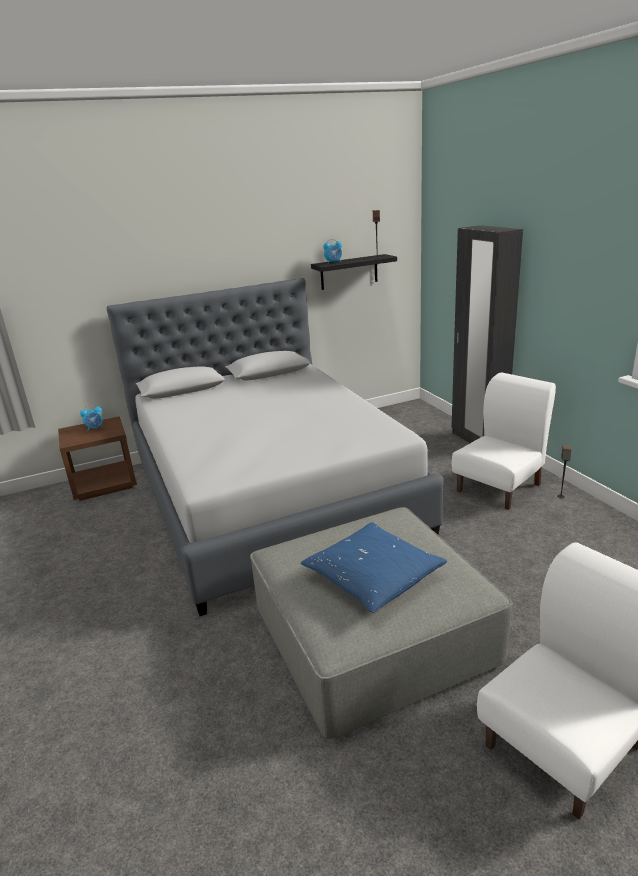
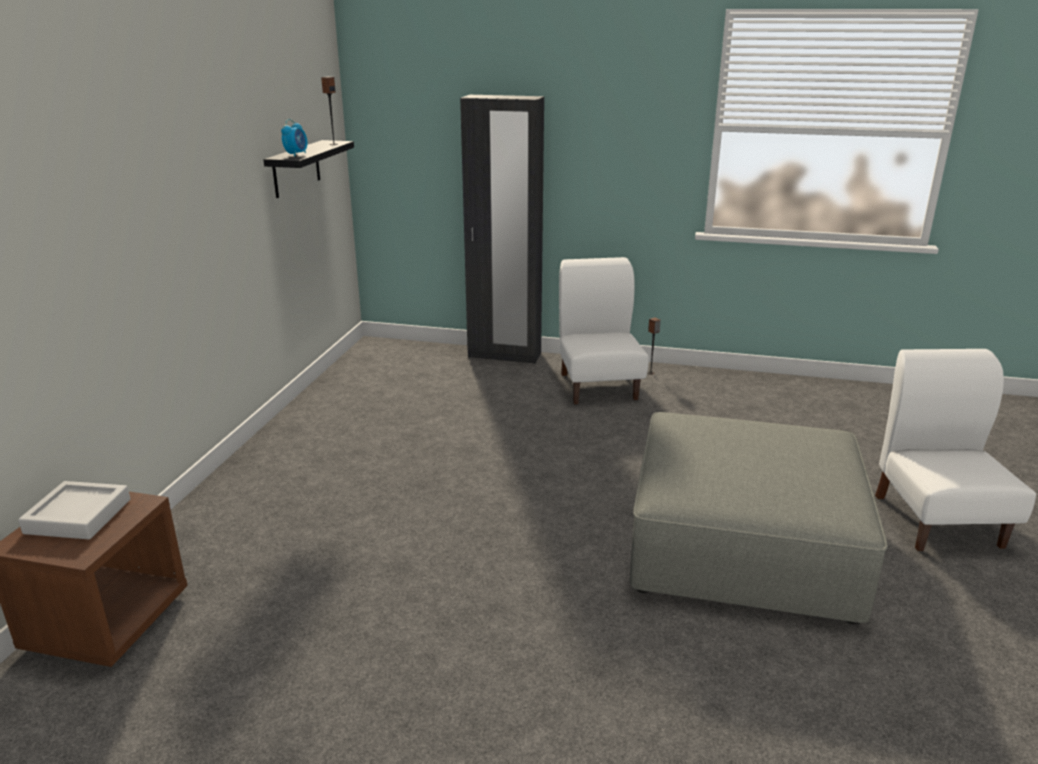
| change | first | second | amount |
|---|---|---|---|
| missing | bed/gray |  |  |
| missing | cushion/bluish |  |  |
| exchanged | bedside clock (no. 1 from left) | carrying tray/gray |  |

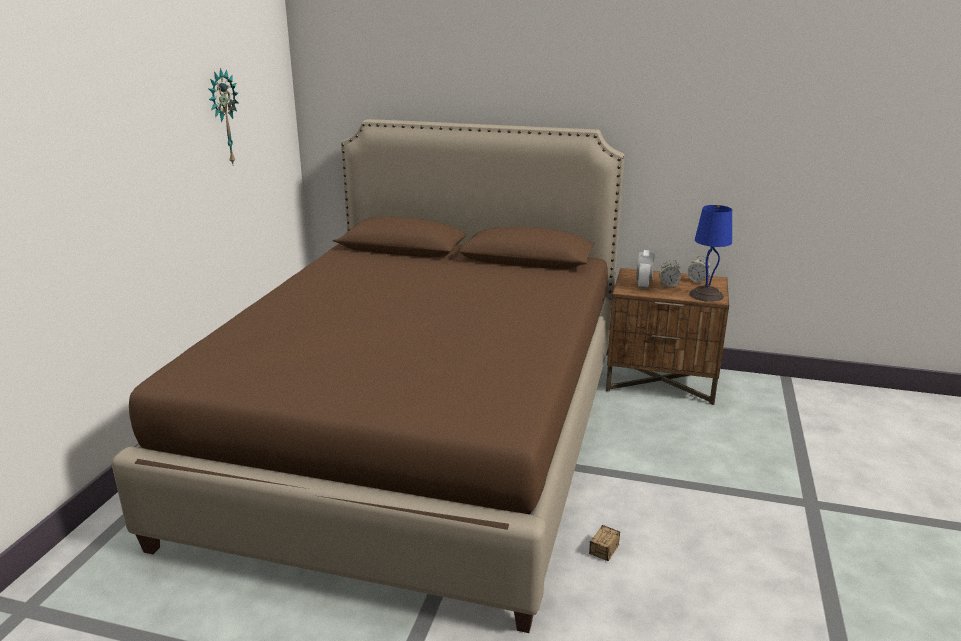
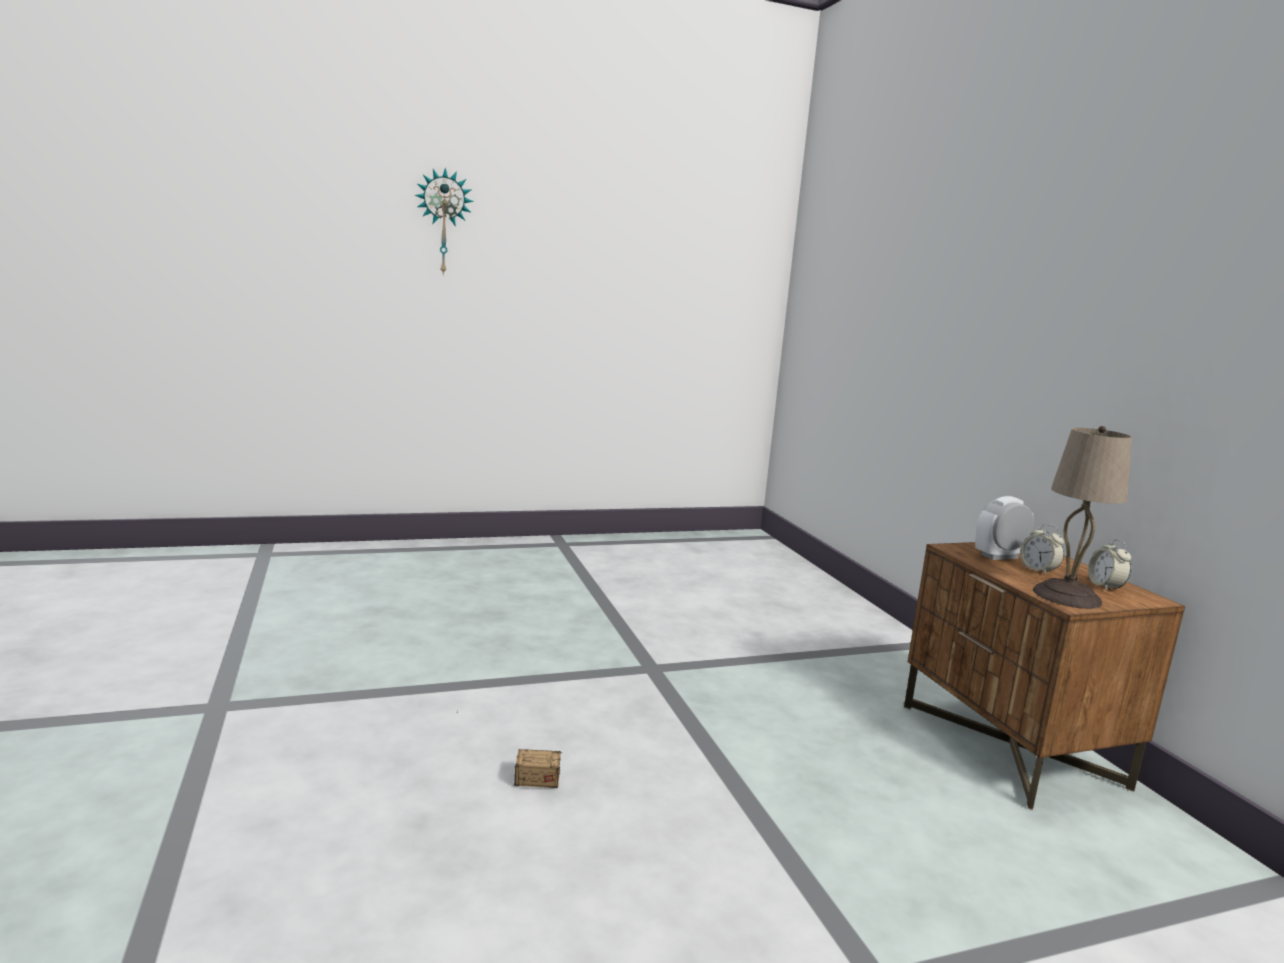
| change | first | second | amount |
|---|---|---|---|
| missing | bed/brown-coloured |  |  |
| relocated | hanging clock |  |  |
| colour | lamp for a table/bluish | lamp for a table/beige-coloured |  |

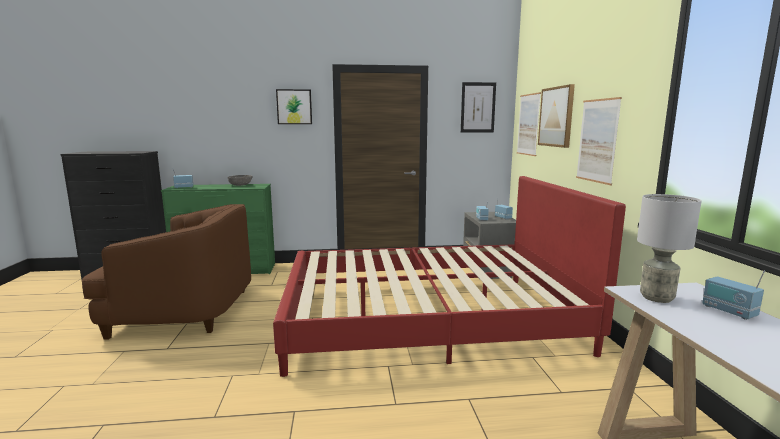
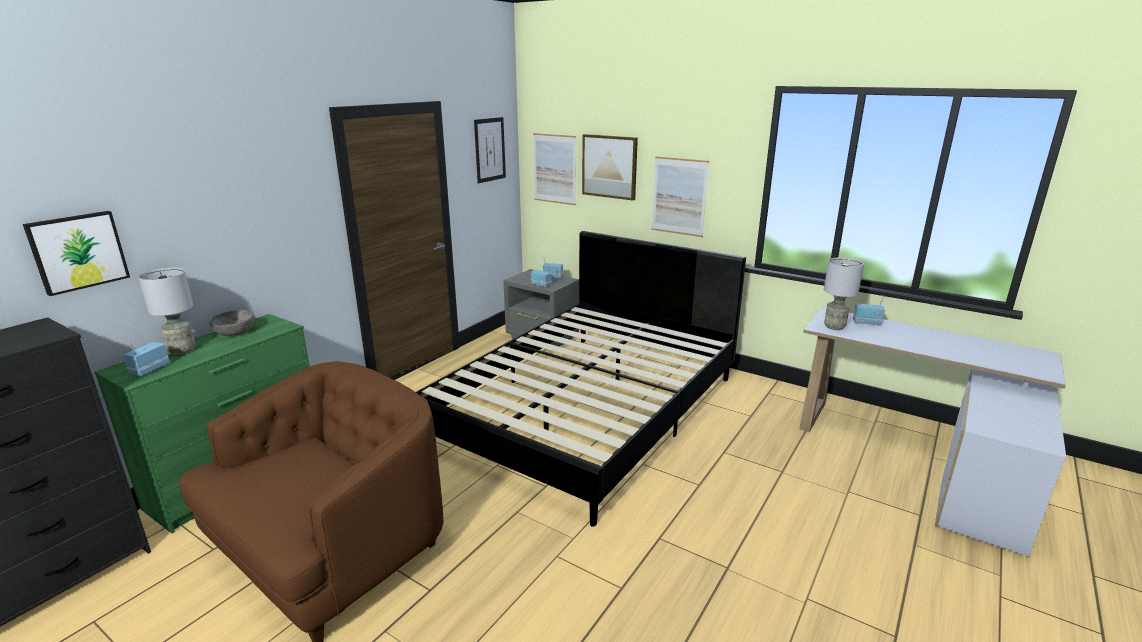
| change | first | second | amount |
|---|---|---|---|
| appeared |  | lamp for a table/gray (no. 1 from left) |  |
| relocated | picture (no. 1 from left) |  |  |
| colour | bed/red-coloured | bed/black-coloured |  |

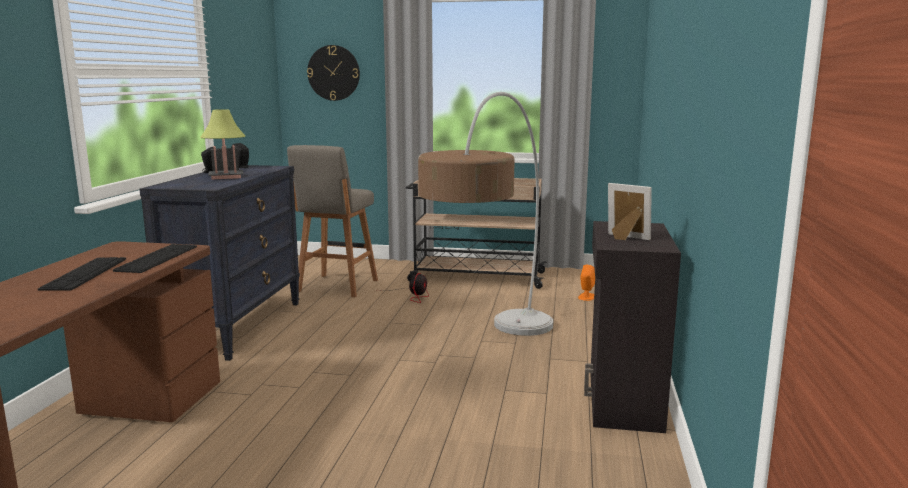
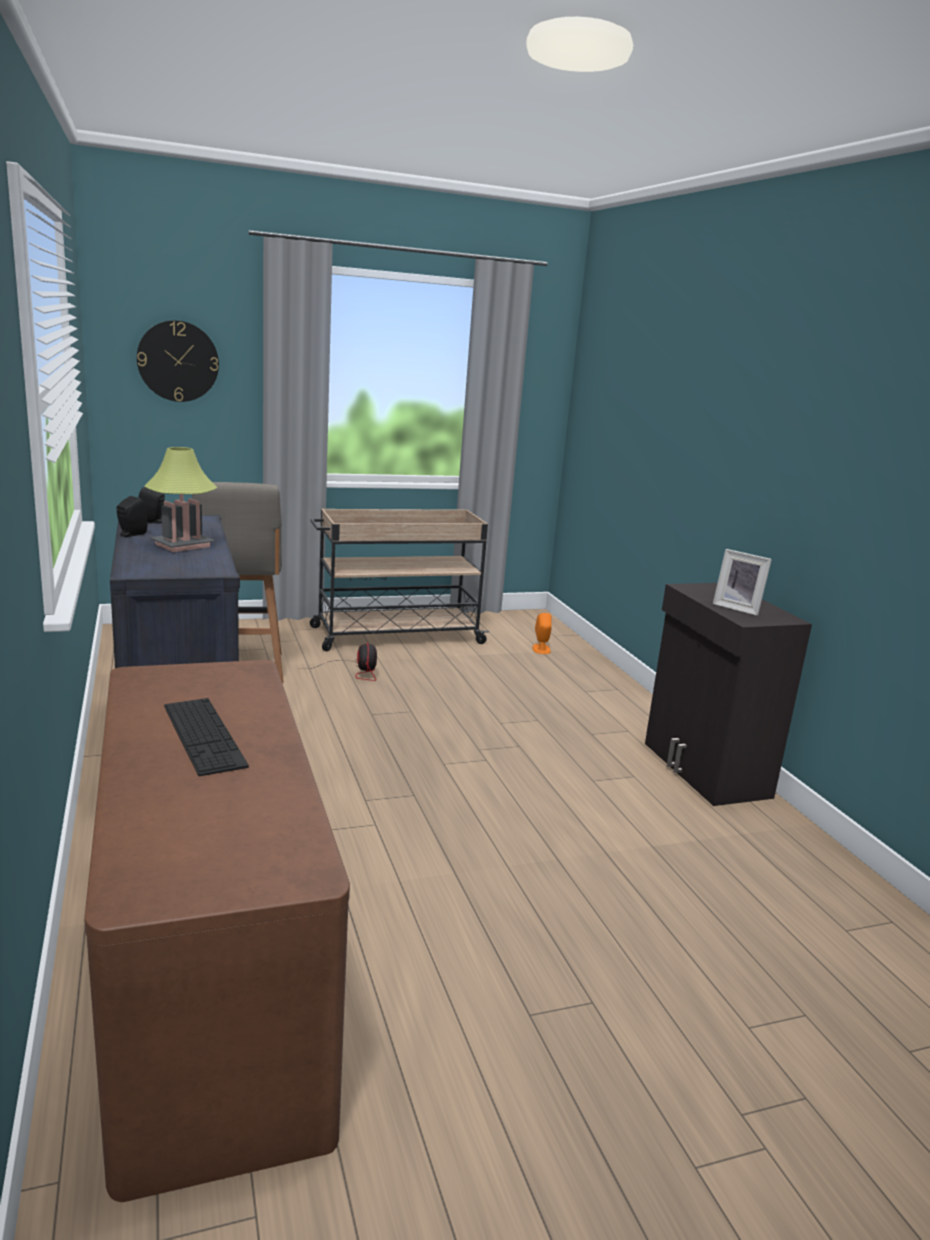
| change | first | second | amount |
|---|---|---|---|
| missing | keyboard (no. 2 from left) |  |  |
| missing | standing lamp |  |  |
| spun | picture frame |  | 150 degrees counterclockwise |

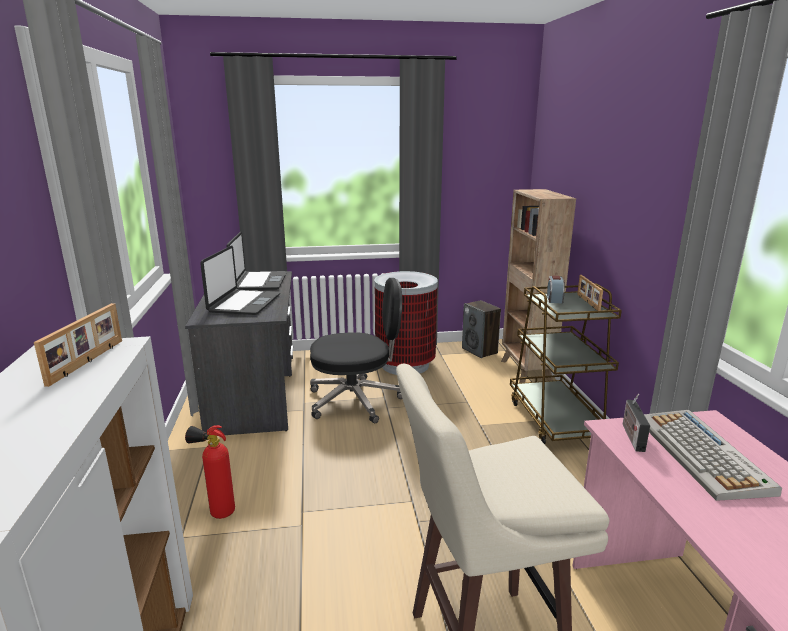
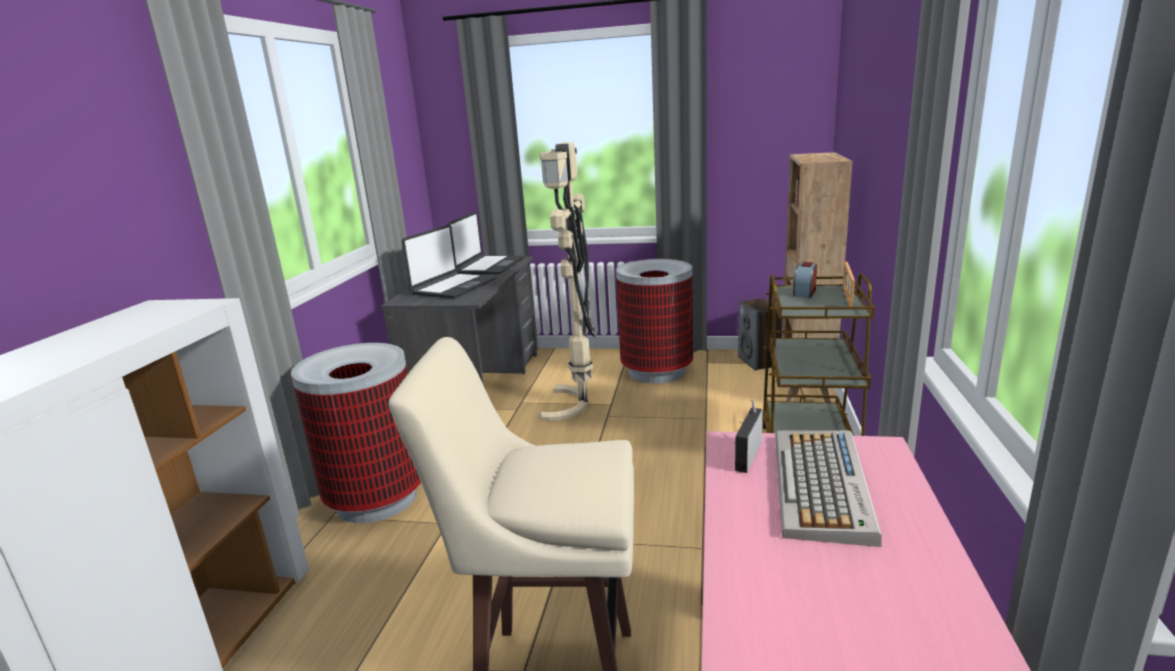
| change | first | second | amount |
|---|---|---|---|
| missing | picture frame (no. 1 from left) |  |  |
| exchanged | extinguisher | trash can (no. 1 from left) |  |
| exchanged | office chair/black-coloured | standing lamp/beige-coloured |  |

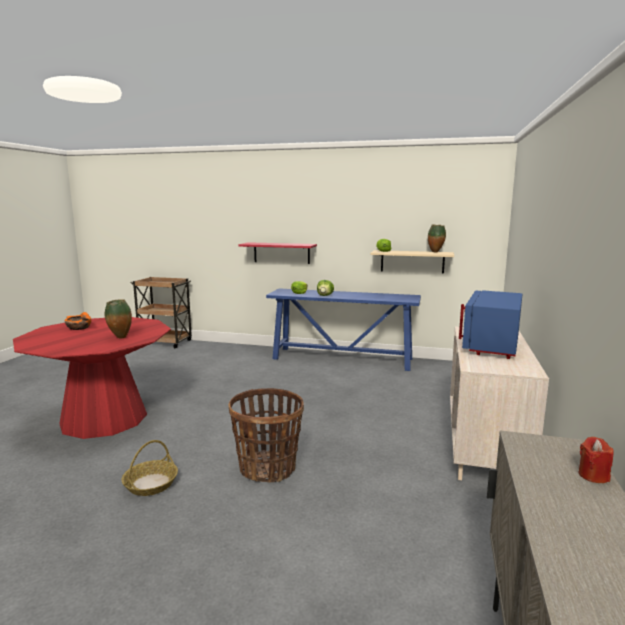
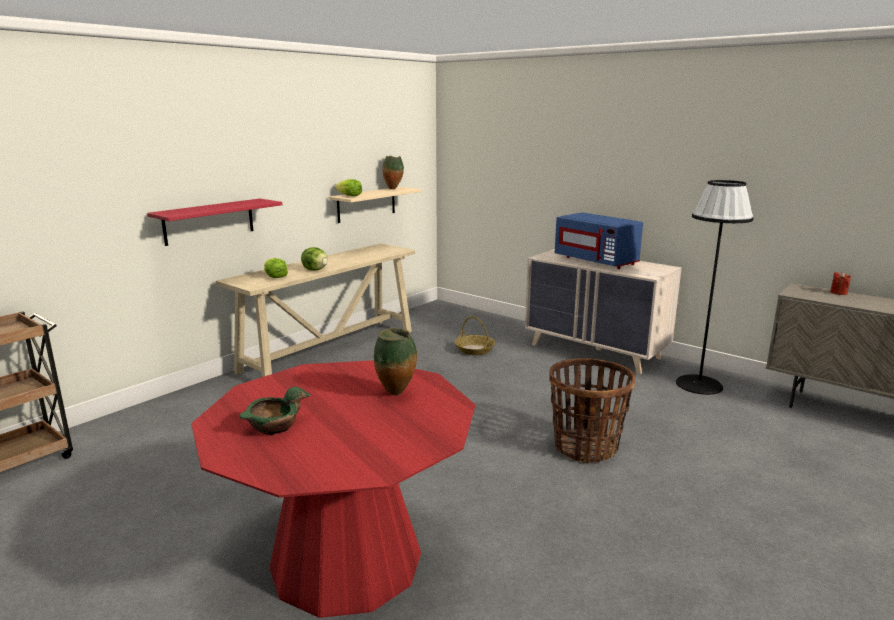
| change | first | second | amount |
|---|---|---|---|
| appeared |  | standing lamp/black-coloured |  |
| relocated | household basket (no. 1 from left) |  |  |
| colour | serving bowl/orange | serving bowl/green |  |
| colour | narrow table/bluish | narrow table/beige-coloured |  |

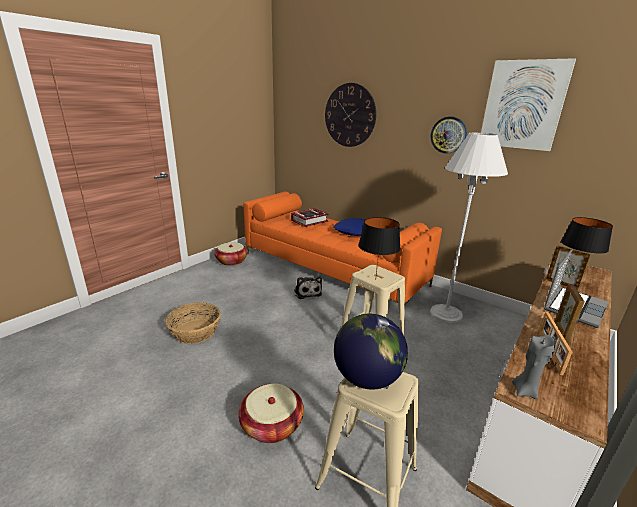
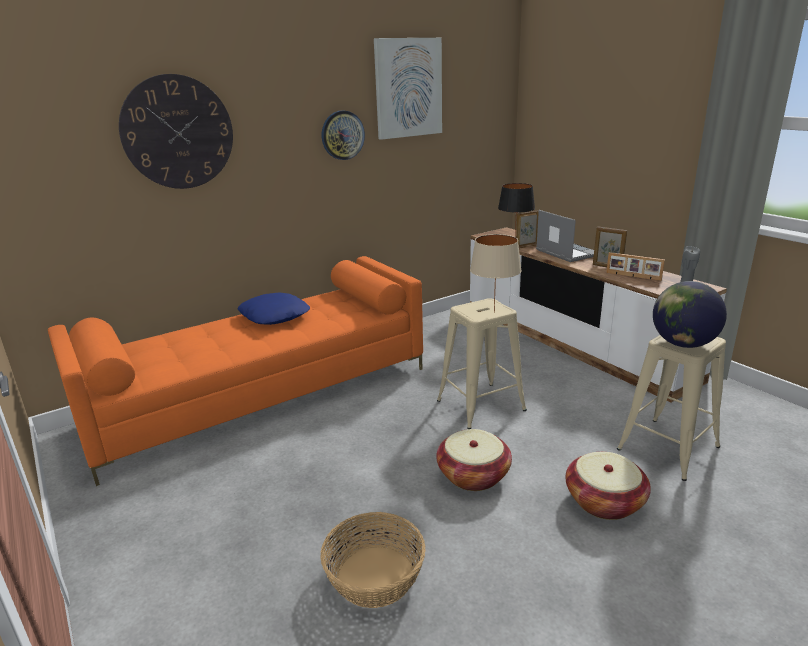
| change | first | second | amount |
|---|---|---|---|
| missing | book |  |  |
| missing | cuddly toy |  |  |
| missing | standing lamp/whitish |  |  |
| relocated | household basket (no. 2 from left) |  |  |
| colour | lamp for a table/black-coloured (no. 1 from left) | lamp for a table/beige-coloured |  |

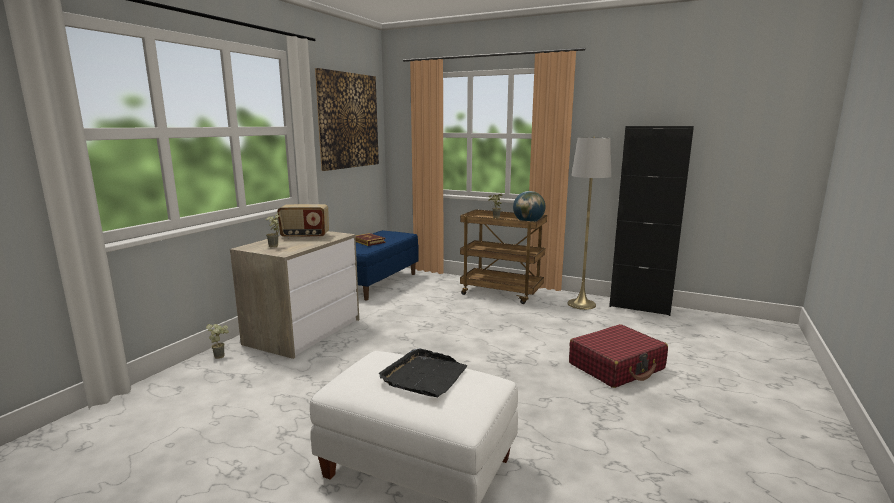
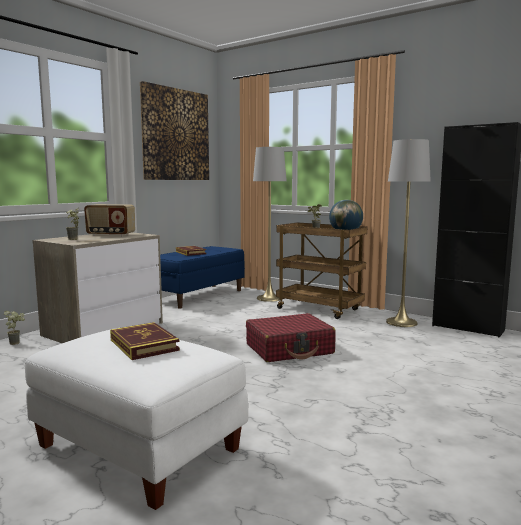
| change | first | second | amount |
|---|---|---|---|
| appeared |  | standing lamp/gray (no. 1 from left) |  |
| relocated | travel case/red-coloured |  |  |
| exchanged | carrying tray/black-coloured | book (no. 1 from left) |  |

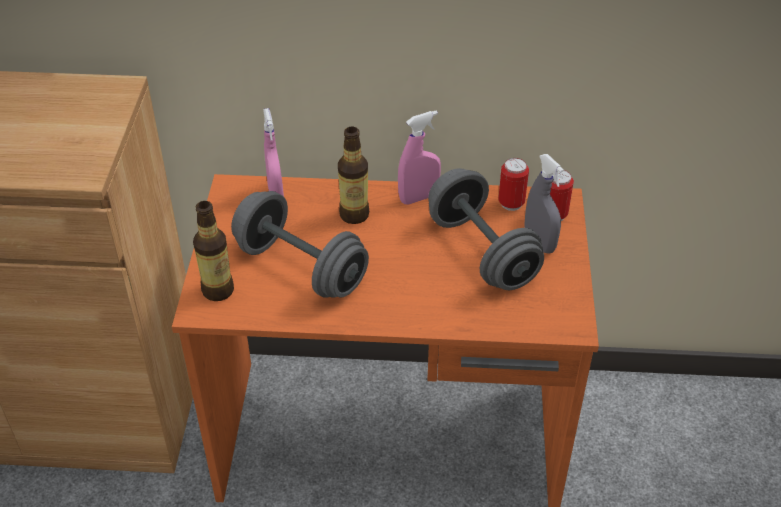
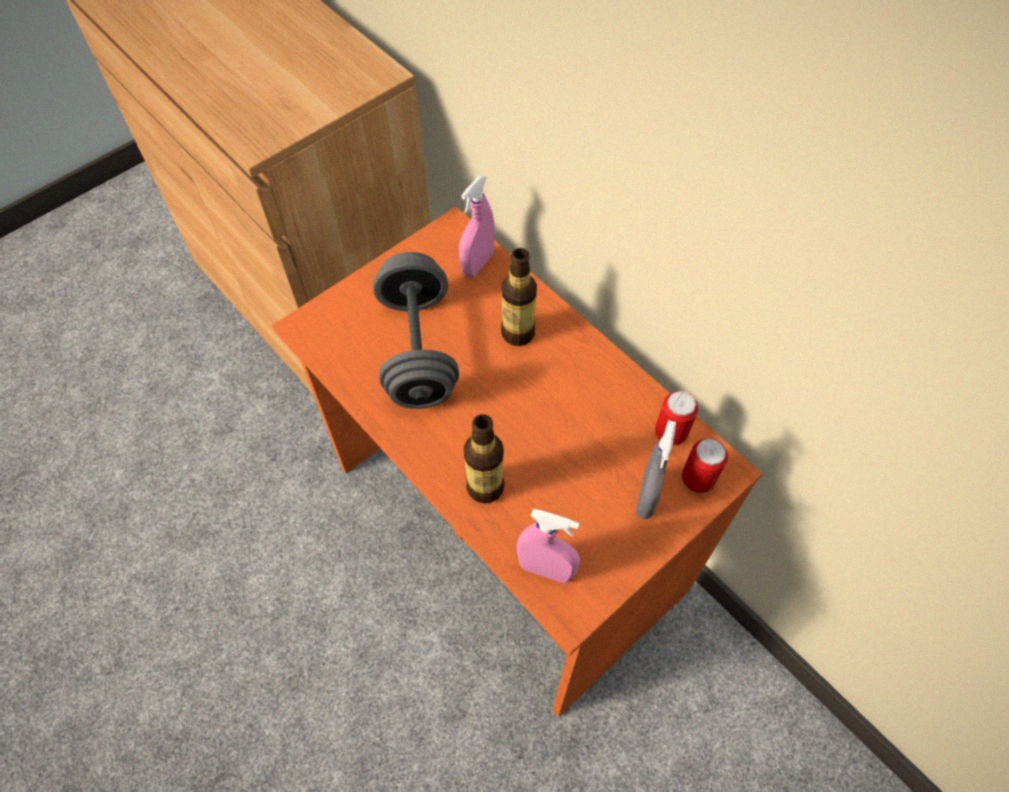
| change | first | second | amount |
|---|---|---|---|
| missing | free weight/gray (no. 2 from left) |  |  |
| relocated | bottle (no. 1 from left) |  |  |
| relocated | sprayer/pink-coloured (no. 2 from left) |  |  |

